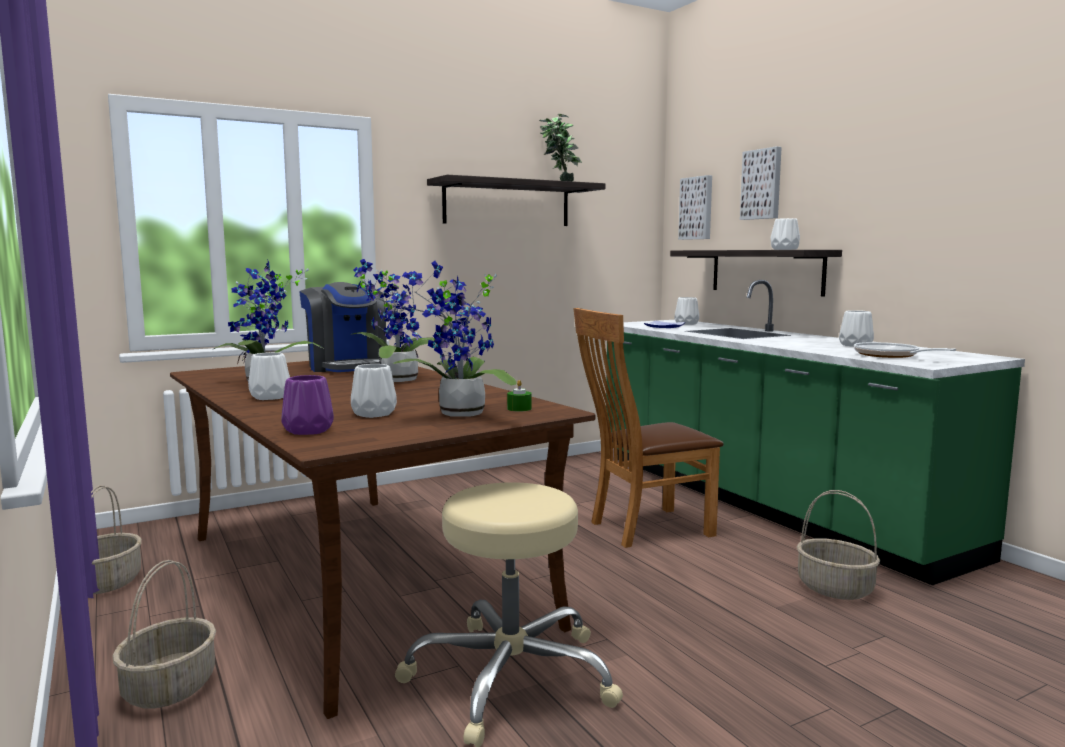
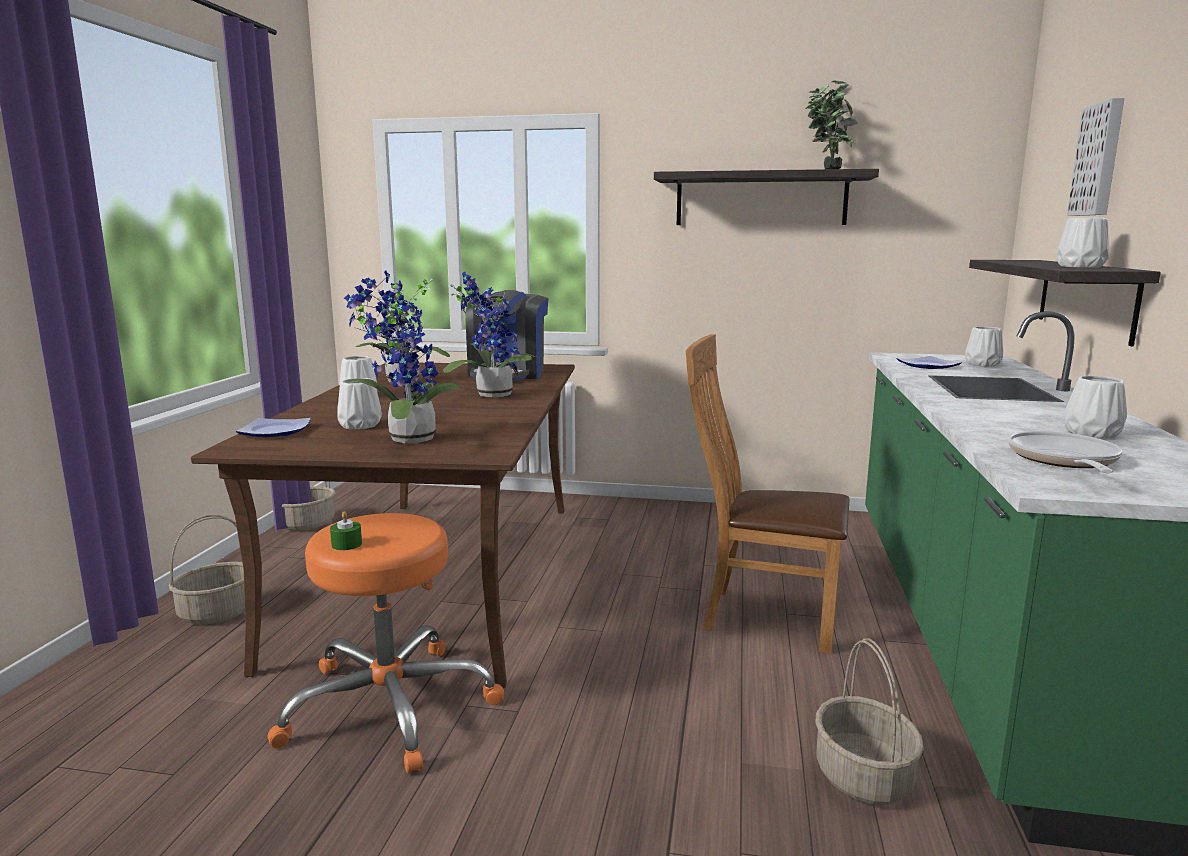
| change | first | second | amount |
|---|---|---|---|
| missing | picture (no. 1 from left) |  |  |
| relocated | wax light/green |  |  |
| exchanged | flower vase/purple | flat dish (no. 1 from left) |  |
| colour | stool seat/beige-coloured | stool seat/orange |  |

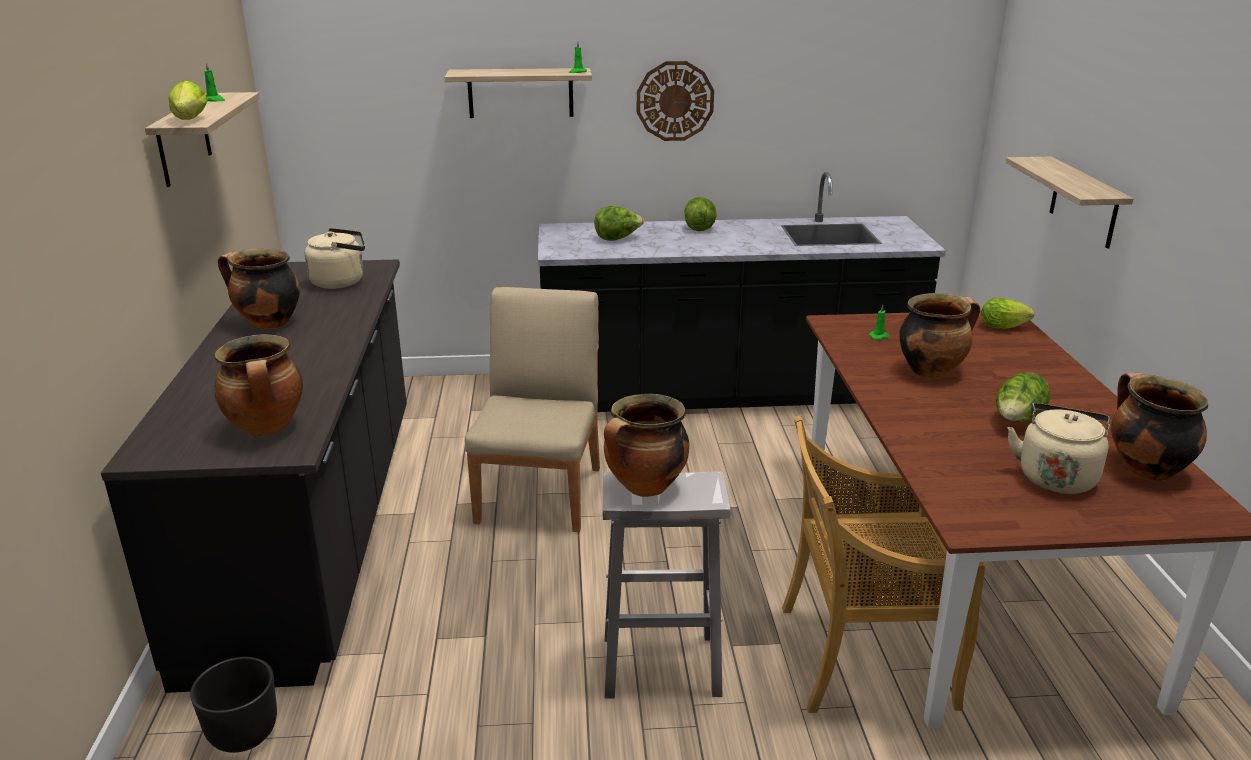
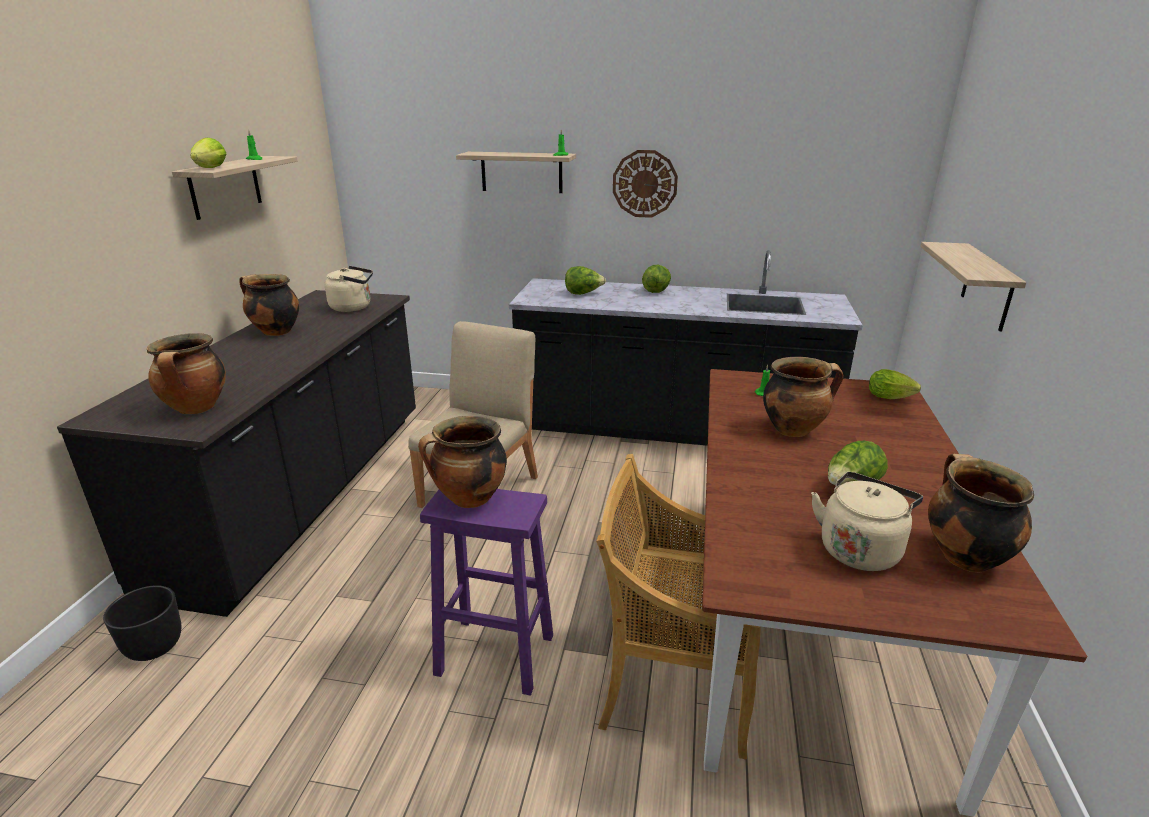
| change | first | second | amount |
|---|---|---|---|
| colour | stool seat/whitish | stool seat/purple |  |

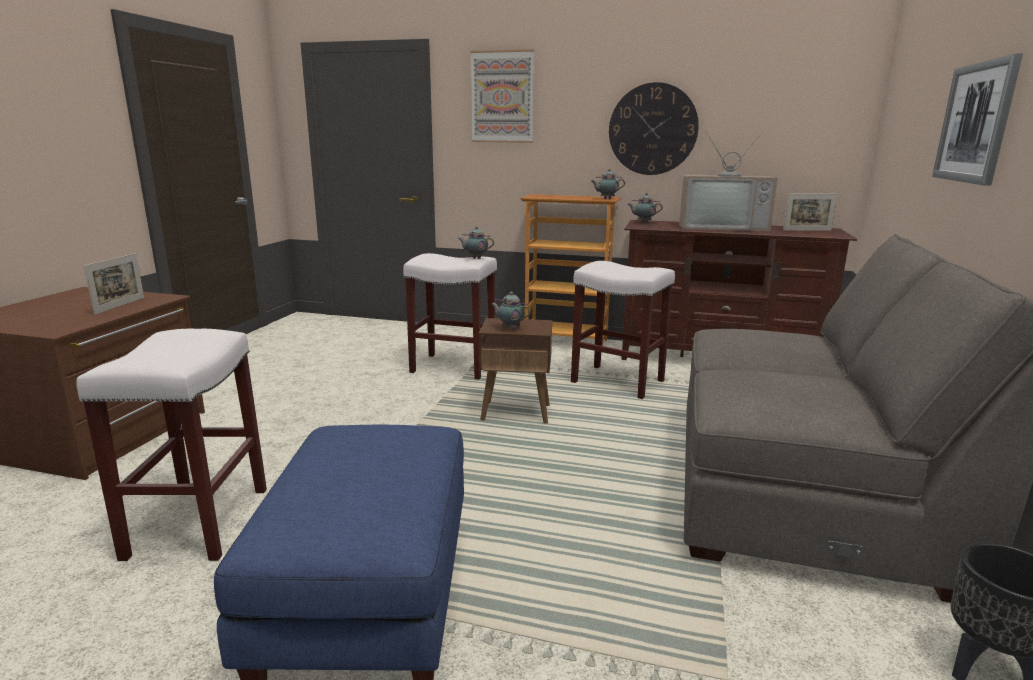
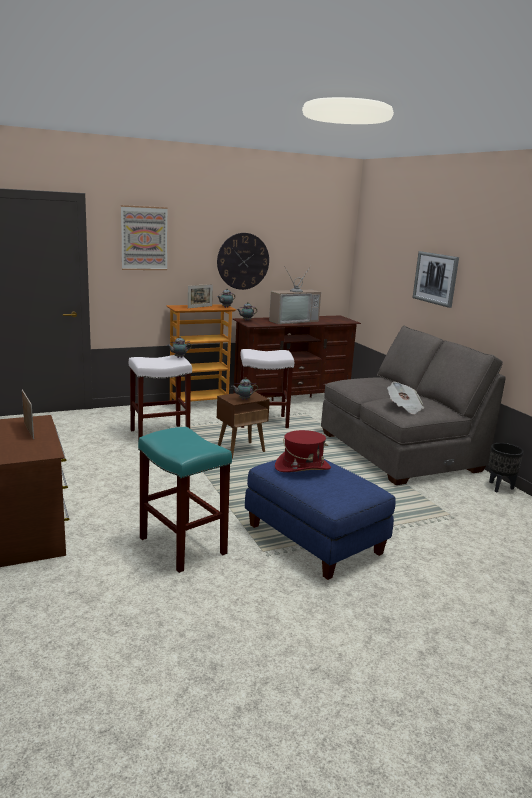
| change | first | second | amount |
|---|---|---|---|
| appeared |  | clothing hat/red-coloured |  |
| appeared |  | printed paper |  |
| relocated | picture frame (no. 2 from left) |  |  |
| colour | stool seat/whitish (no. 1 from left) | stool seat/turquoise |  |

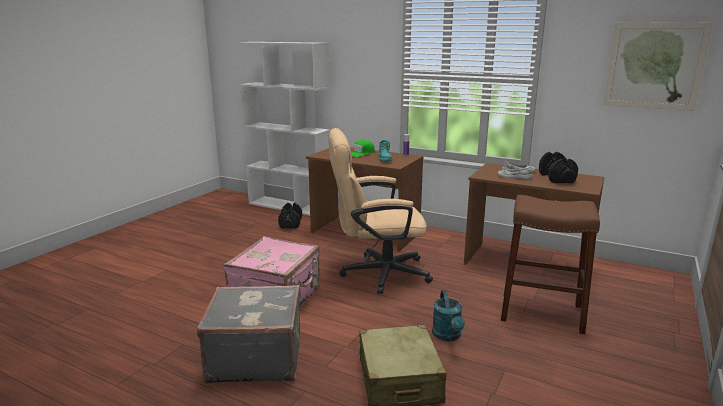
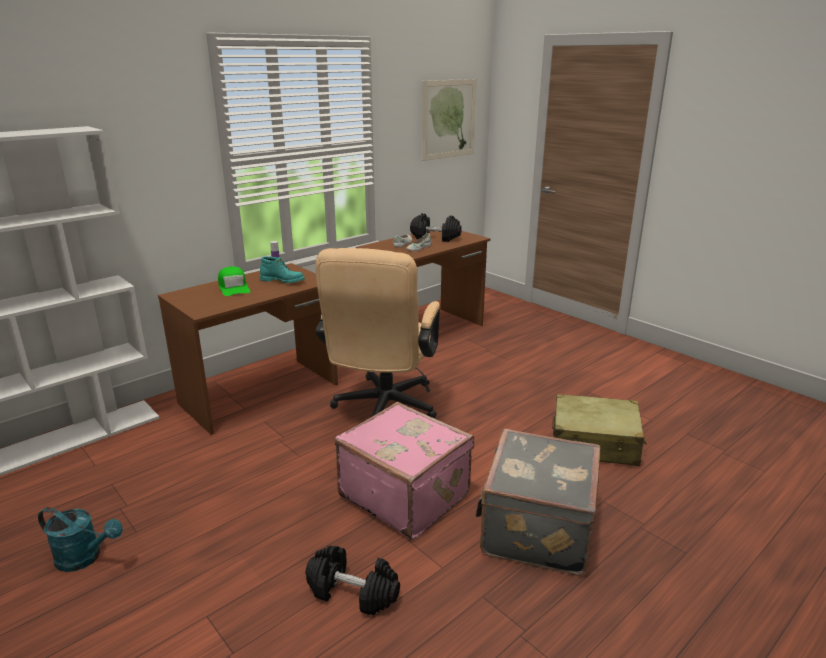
| change | first | second | amount |
|---|---|---|---|
| missing | stool seat/brown-coloured |  |  |
| relocated | free weight/black-coloured (no. 1 from left) |  |  |
| relocated | watering can/turquoise |  |  |

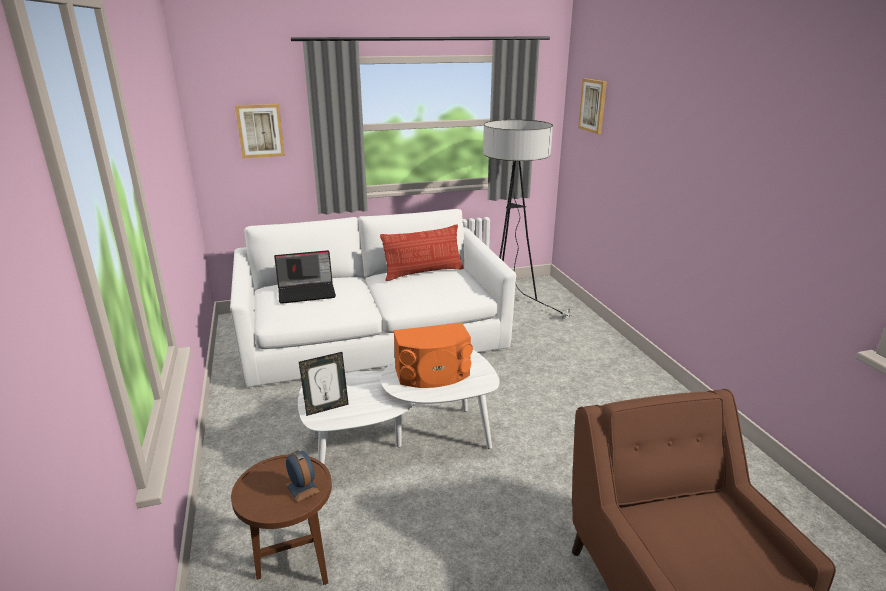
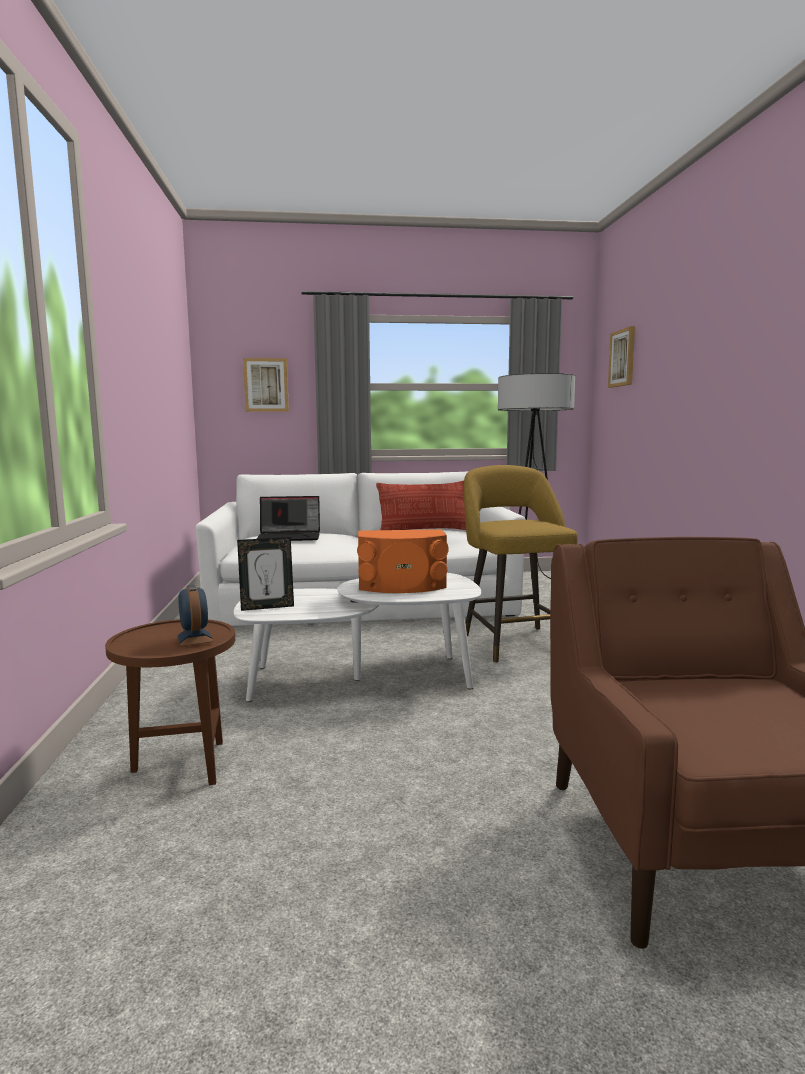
| change | first | second | amount |
|---|---|---|---|
| appeared |  | stool seat/yellowish |  |

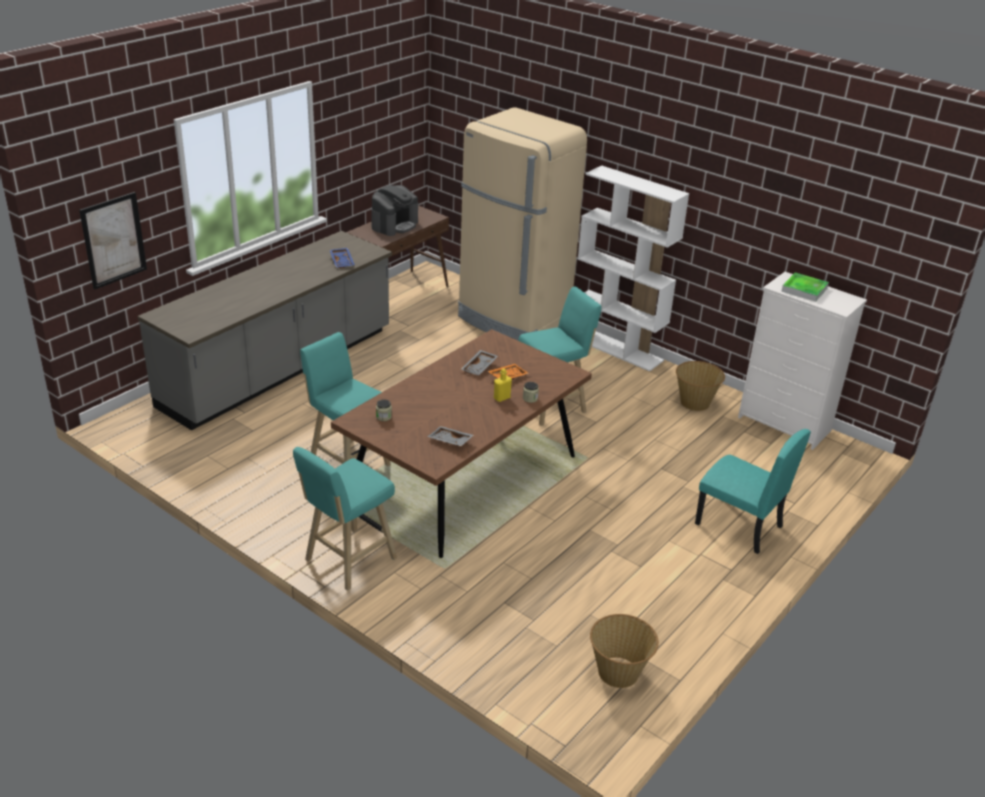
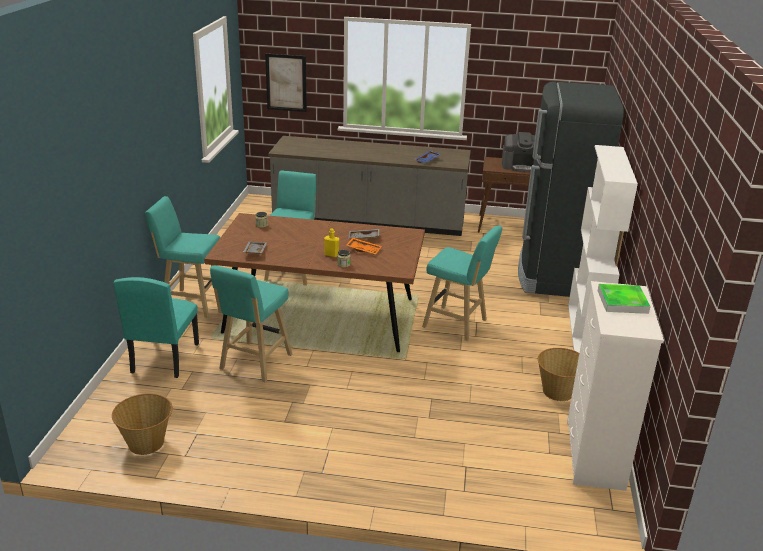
| change | first | second | amount |
|---|---|---|---|
| appeared |  | stool seat/turquoise (no. 2 from left) |  |
| relocated | plain chair/turquoise |  |  |
| colour | refrigerator/beige-coloured | refrigerator/black-coloured |  |

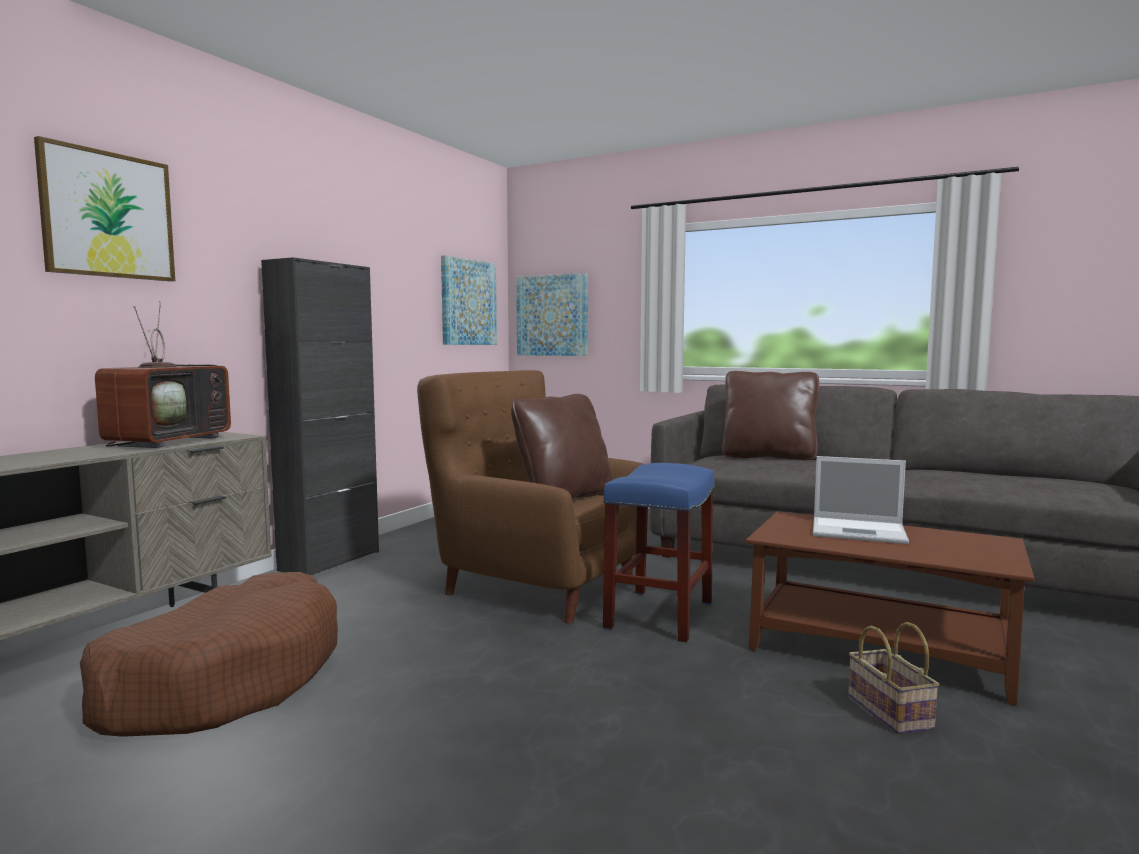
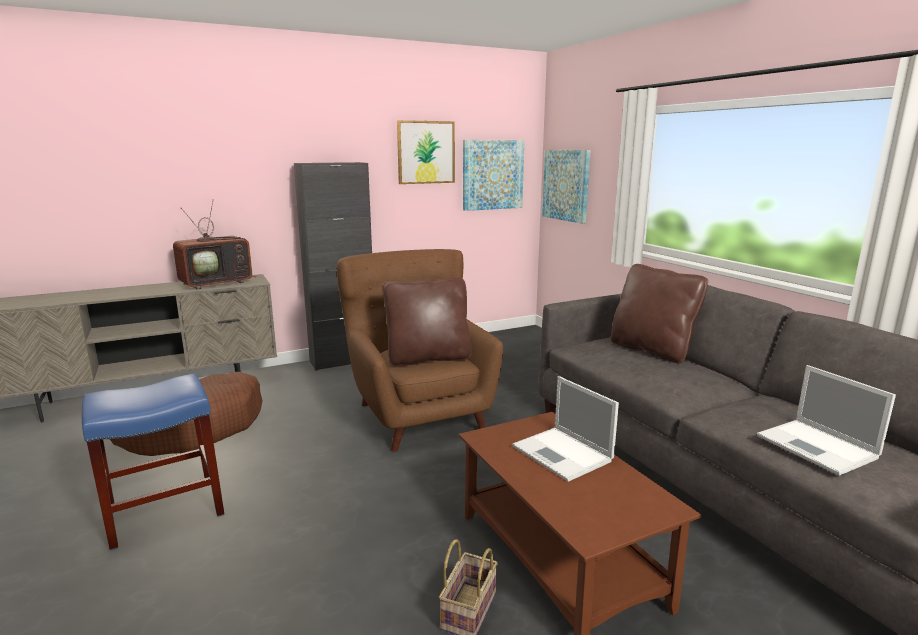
| change | first | second | amount |
|---|---|---|---|
| appeared |  | notebook computer (no. 2 from left) |  |
| relocated | picture (no. 1 from left) |  |  |
| relocated | stool seat/bluish |  |  |

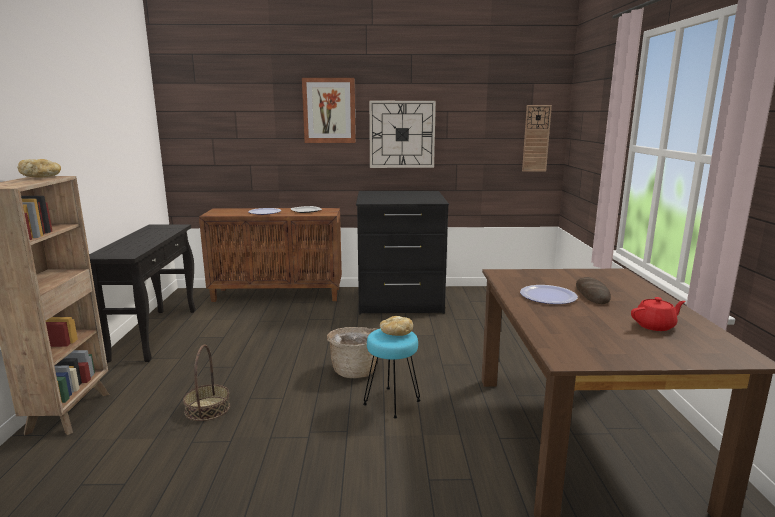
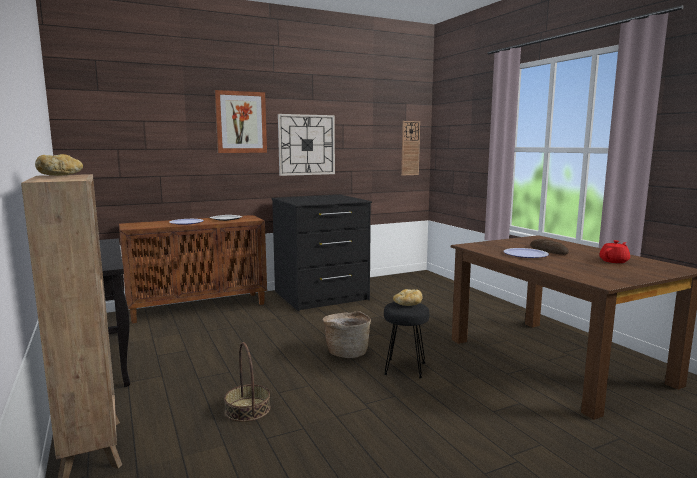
| change | first | second | amount |
|---|---|---|---|
| colour | stool seat/turquoise | stool seat/black-coloured |  |

